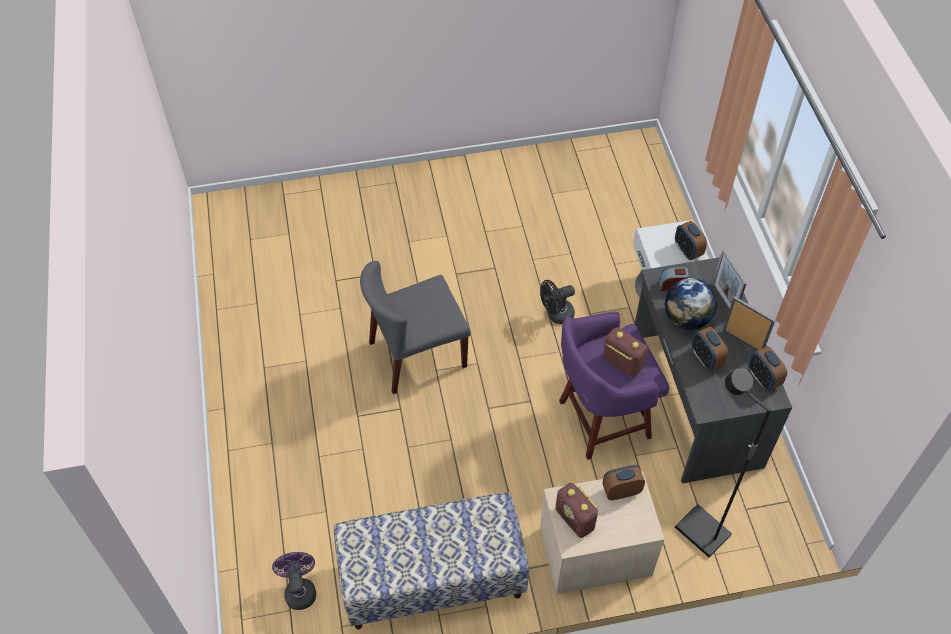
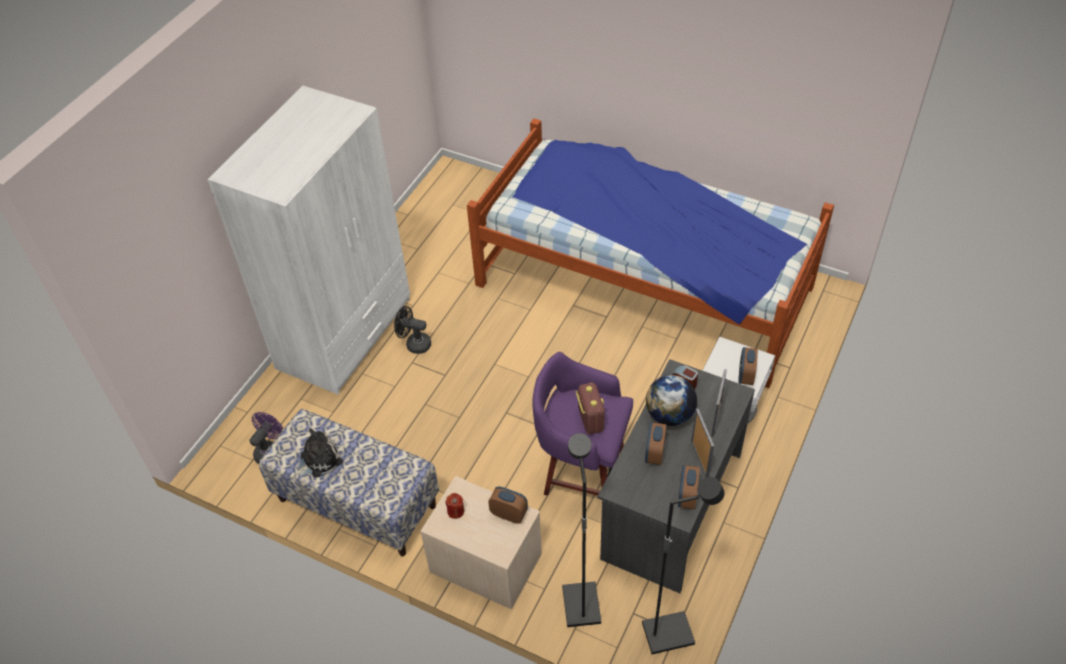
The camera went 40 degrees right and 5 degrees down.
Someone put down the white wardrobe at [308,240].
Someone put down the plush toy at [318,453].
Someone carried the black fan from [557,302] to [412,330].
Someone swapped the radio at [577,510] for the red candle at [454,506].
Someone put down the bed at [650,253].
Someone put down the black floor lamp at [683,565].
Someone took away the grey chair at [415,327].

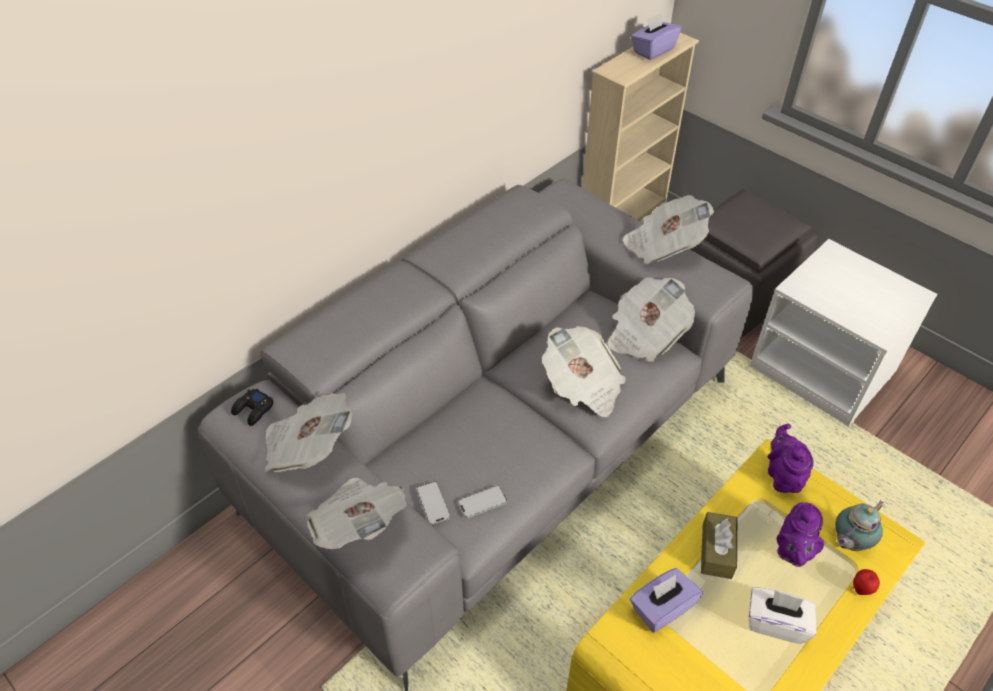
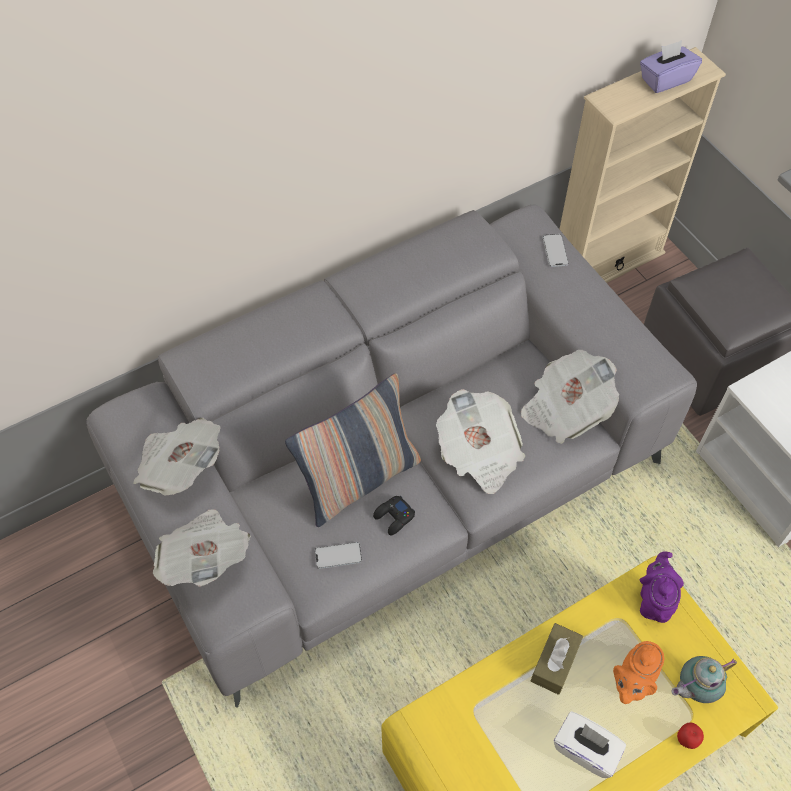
The camera went 15 degrees right and 10 degrees up.
Someone put down the pillow at [353,450].
Someone carried the black game controller from [252,407] to [394,515].
Someone carried the phone from [433,503] to [556,250].
Someone repainted the purple teapot at [800,534], which became the orange teapot at [638,672].
Someone took away the newspaper at [668,229].
Someone took away the purple tissue box at [666,600].

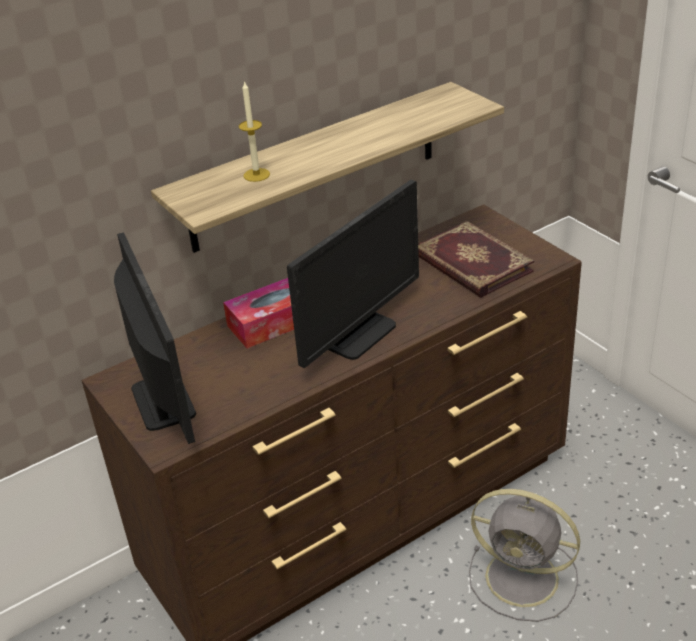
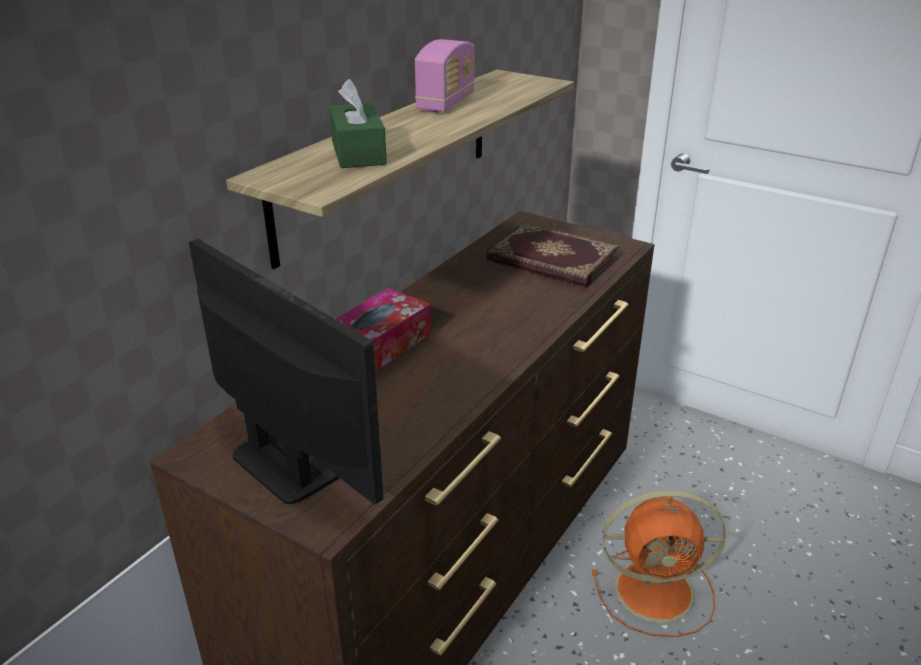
The camera went 25 degrees left and 5 degrees down.
Someone swapped the candle at [254,131] for the green tissue box at [358,123].
Someone put down the radio at [445,75].
Someone repainted the grey fan at [524,555], which became the orange fan at [659,563].
Someone took away the monitor at [353,274].

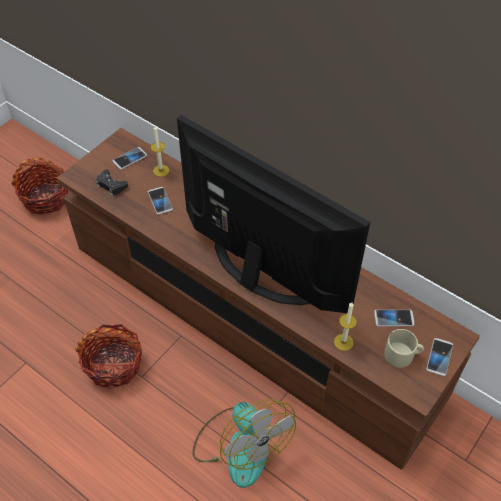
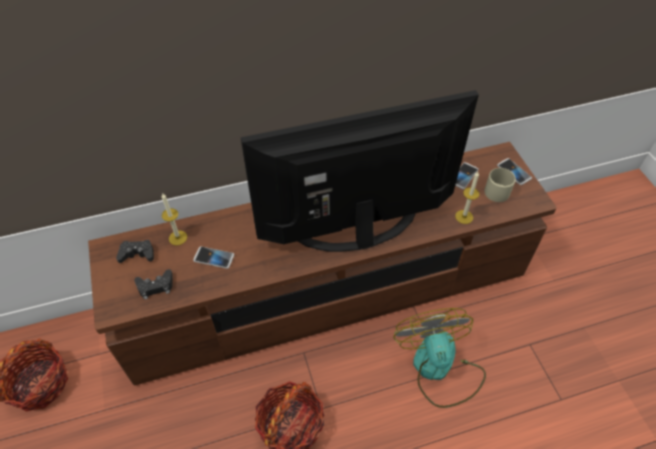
The camera went 55 degrees left and 0 degrees up.
Someone swapped the phone at [130,158] for the black game controller at [135,251].
Someone rotated the fan at [244,443] by 105 degrees counterclockwise.

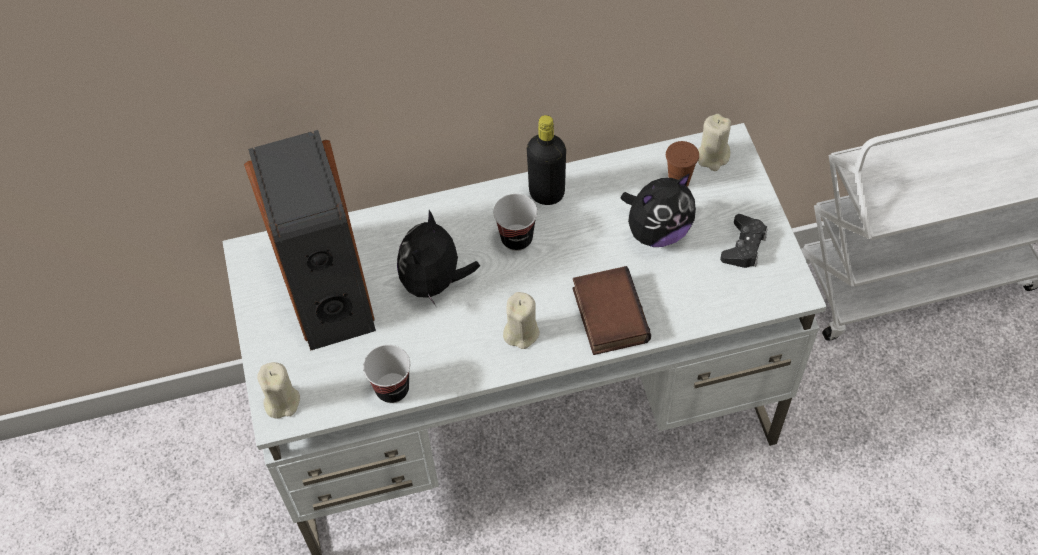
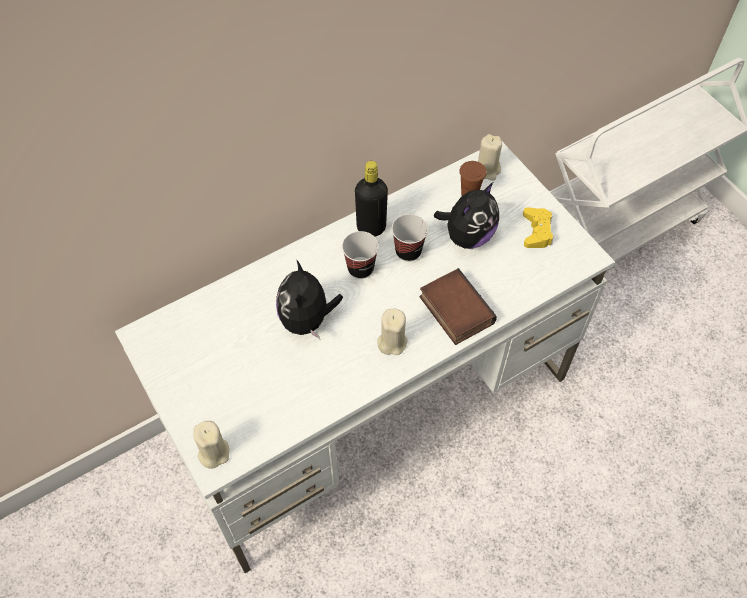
The camera went 20 degrees left and 0 degrees up.
Someone carried the cup from [386,374] to [410,238].
Someone repainted the black game controller at [743,241], which became the yellow game controller at [538,227].
Someone took away the speaker at [310,240].

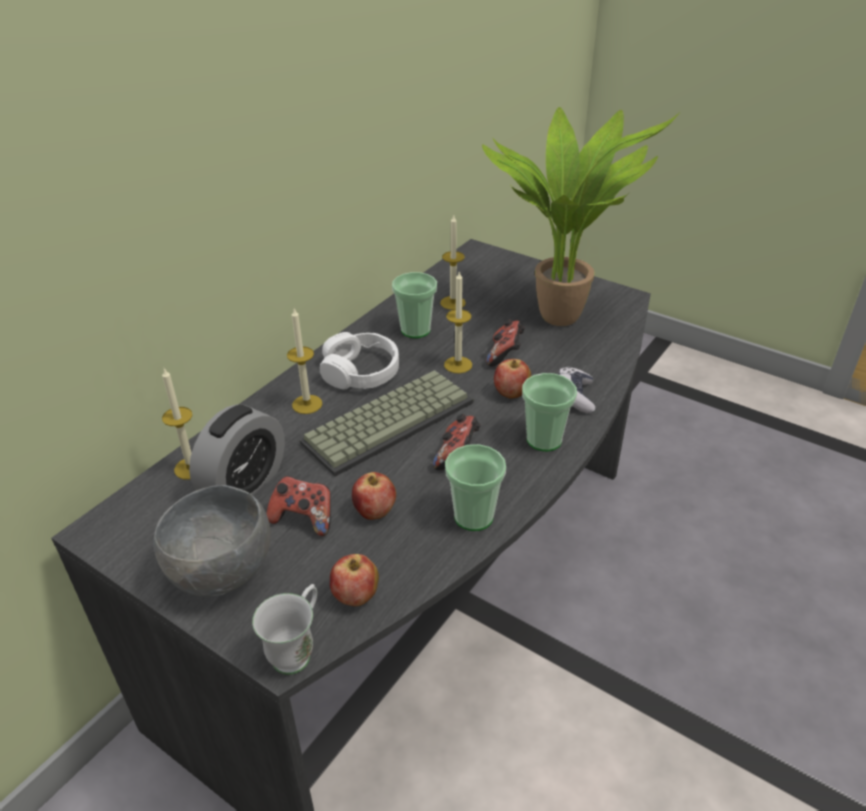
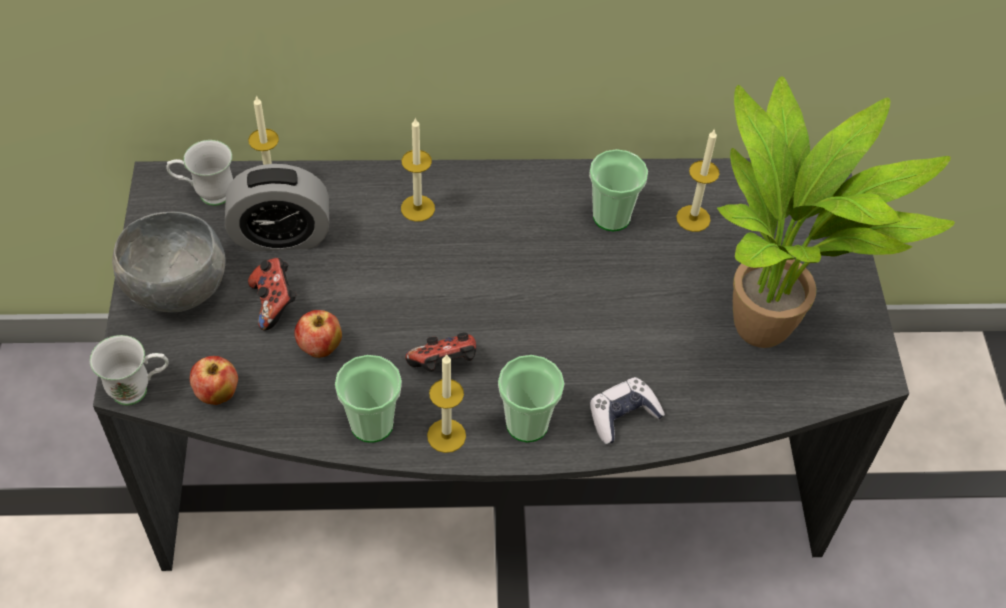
The camera went 50 degrees right and 15 degrees up.
Someone put down the white mug at [199,173].
Someone carried the candle from [458,322] to [446,403].
Someone took away the keyboard at [387,423].
Someone took away the white headphones at [359,360].
Someone took away the game controller at [505,342].
Someone took away the apple at [512,379].

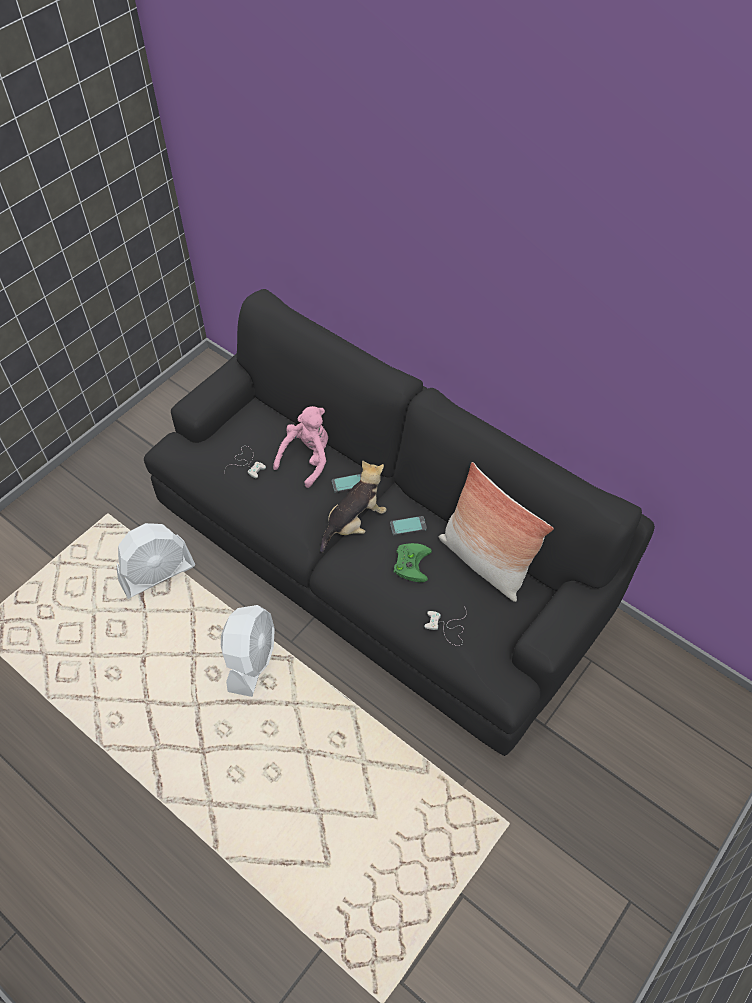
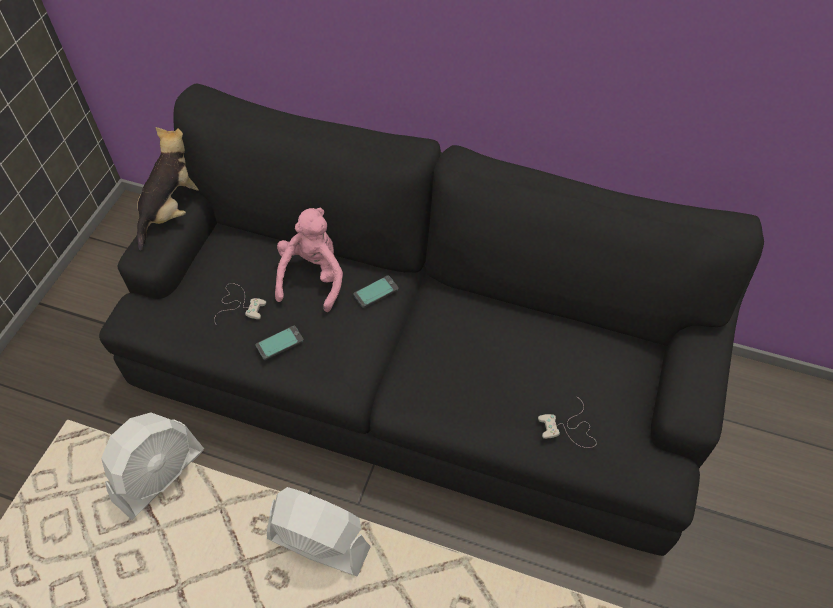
The camera went 20 degrees left and 0 degrees up.
Someone carried the plush toy from [353,507] to [168,189].
Someone carried the phone from [408,526] to [280,343].
Someone rotated the white fan at [248,651] by 60 degrees counterclockwise.
Someone took away the green game controller at [413,562].
Someone took away the pillow at [496,532].

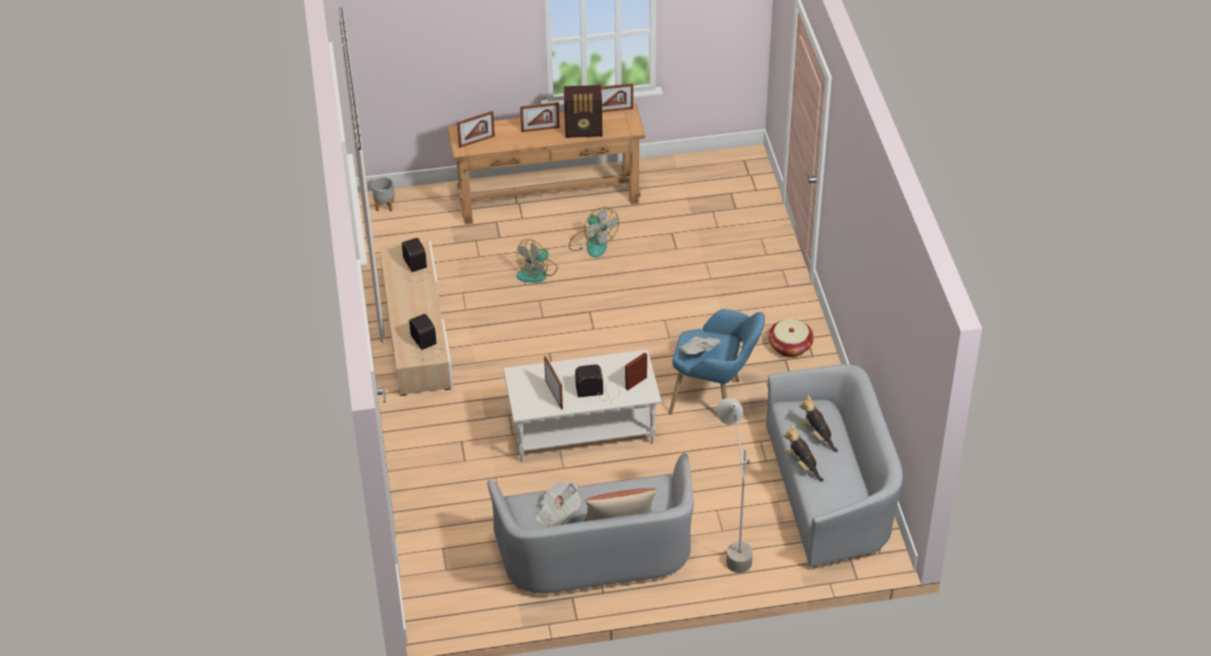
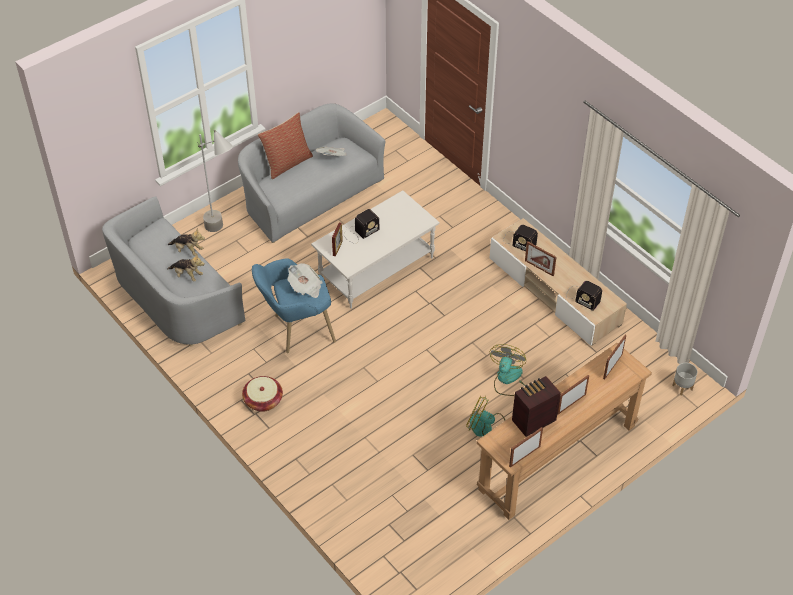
The camera went 150 degrees right and 5 degrees up.
Someone carried the picture frame from [553,382] to [541,258].

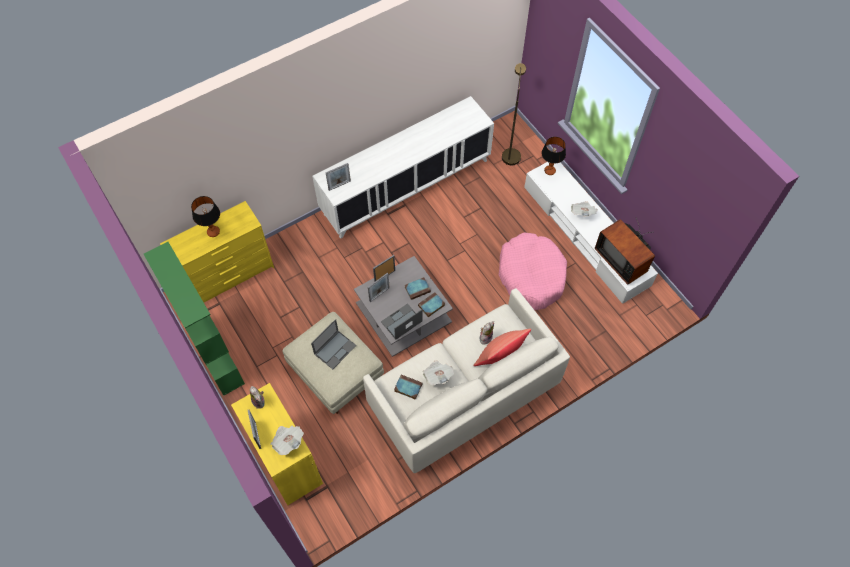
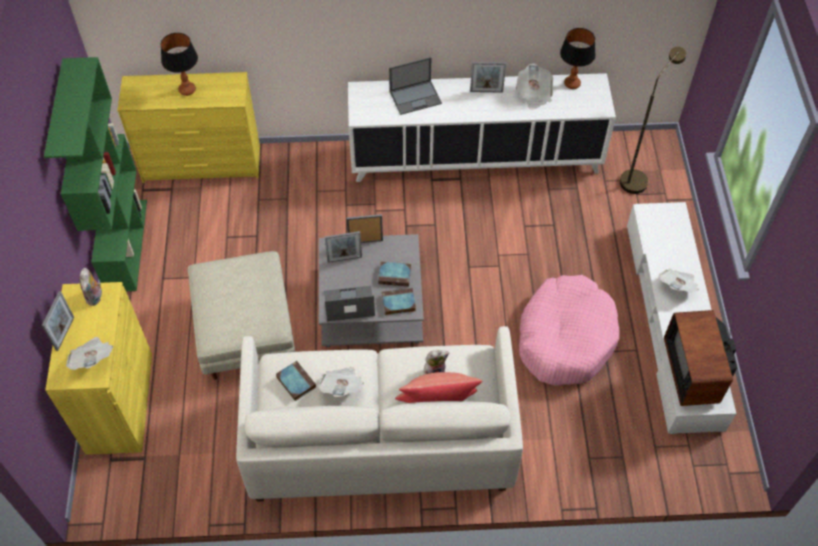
The camera went 30 degrees right and 5 degrees down.
Someone carried the laptop from [333,344] to [415,86].
Someone carried the picture frame from [338,177] to [488,77].
Someone put down the newspaper at [534,87].
Someone carried the table lamp from [553,156] to [578,58].

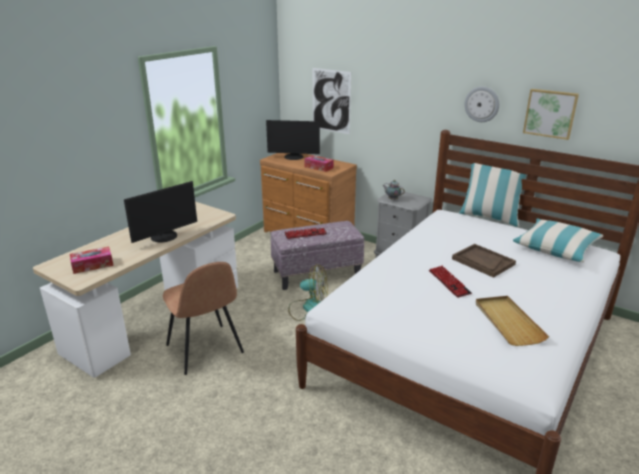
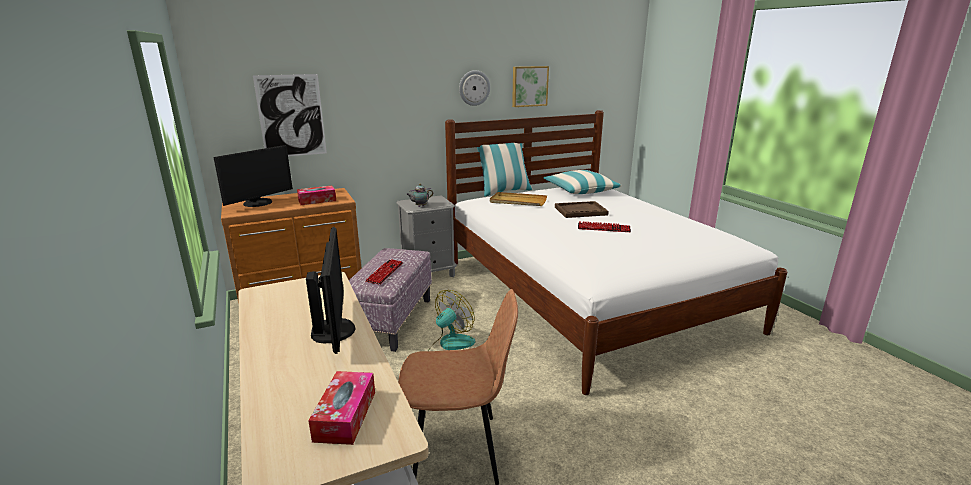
The camera went 60 degrees left and 5 degrees down.
Someone carried the beige tray from [512,321] to [518,199].

